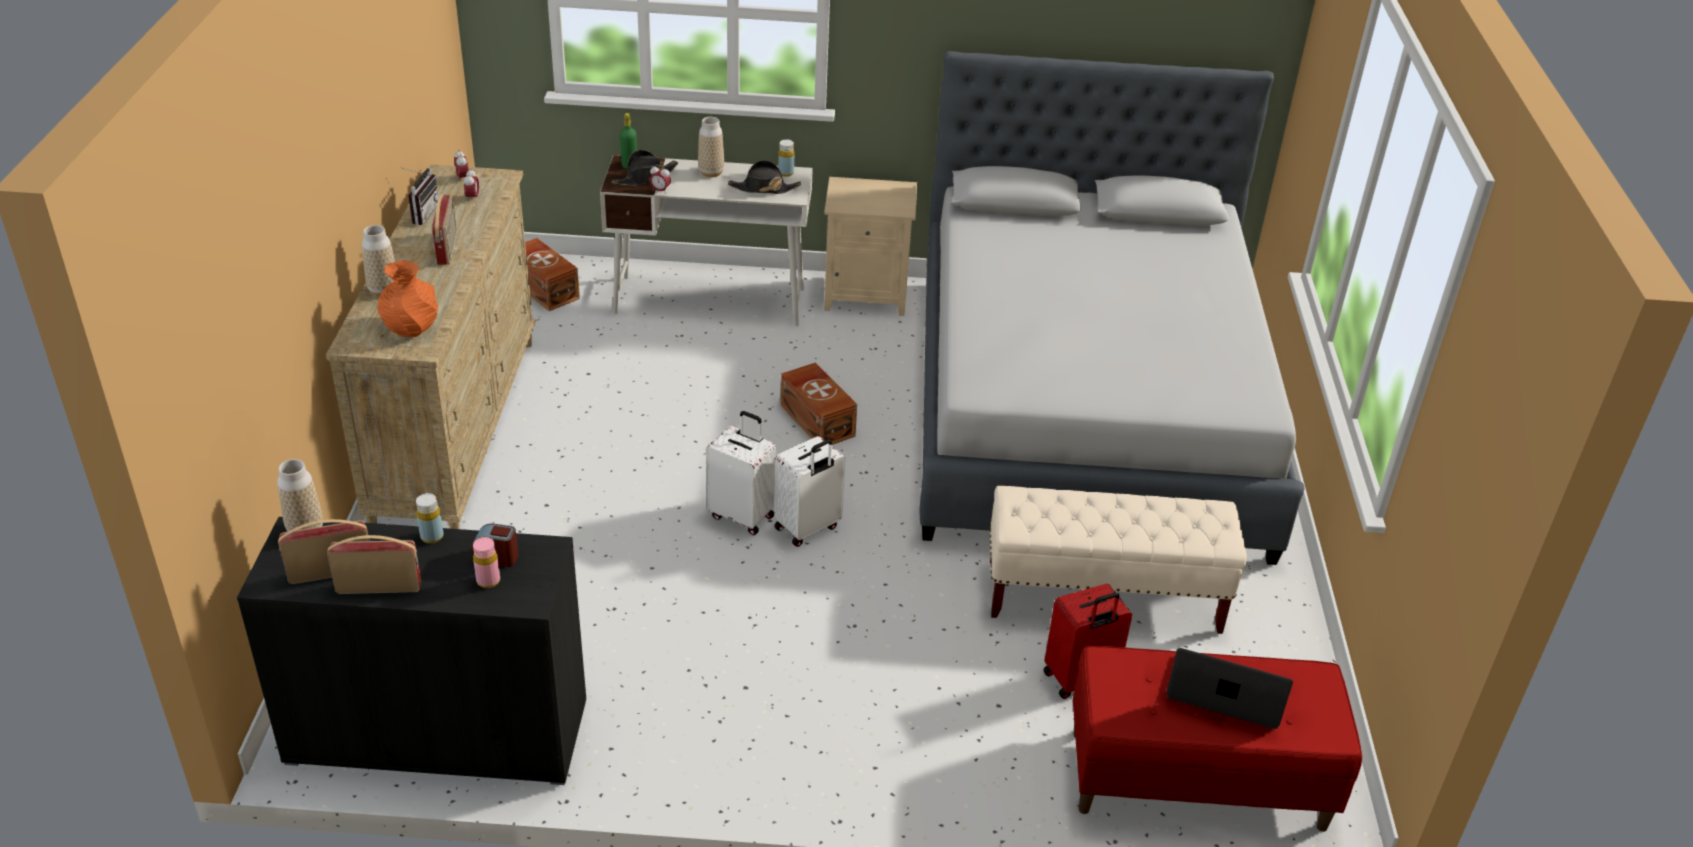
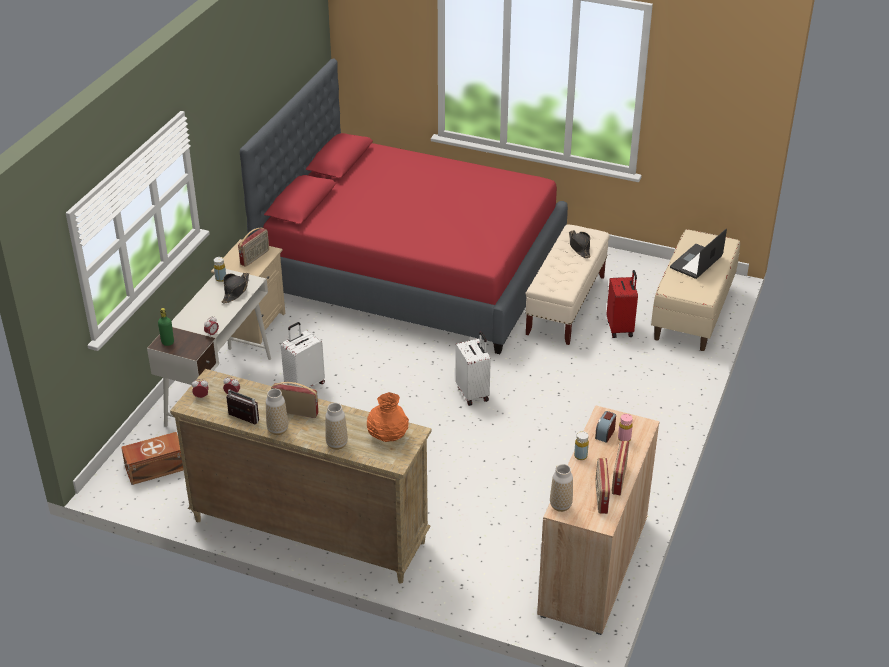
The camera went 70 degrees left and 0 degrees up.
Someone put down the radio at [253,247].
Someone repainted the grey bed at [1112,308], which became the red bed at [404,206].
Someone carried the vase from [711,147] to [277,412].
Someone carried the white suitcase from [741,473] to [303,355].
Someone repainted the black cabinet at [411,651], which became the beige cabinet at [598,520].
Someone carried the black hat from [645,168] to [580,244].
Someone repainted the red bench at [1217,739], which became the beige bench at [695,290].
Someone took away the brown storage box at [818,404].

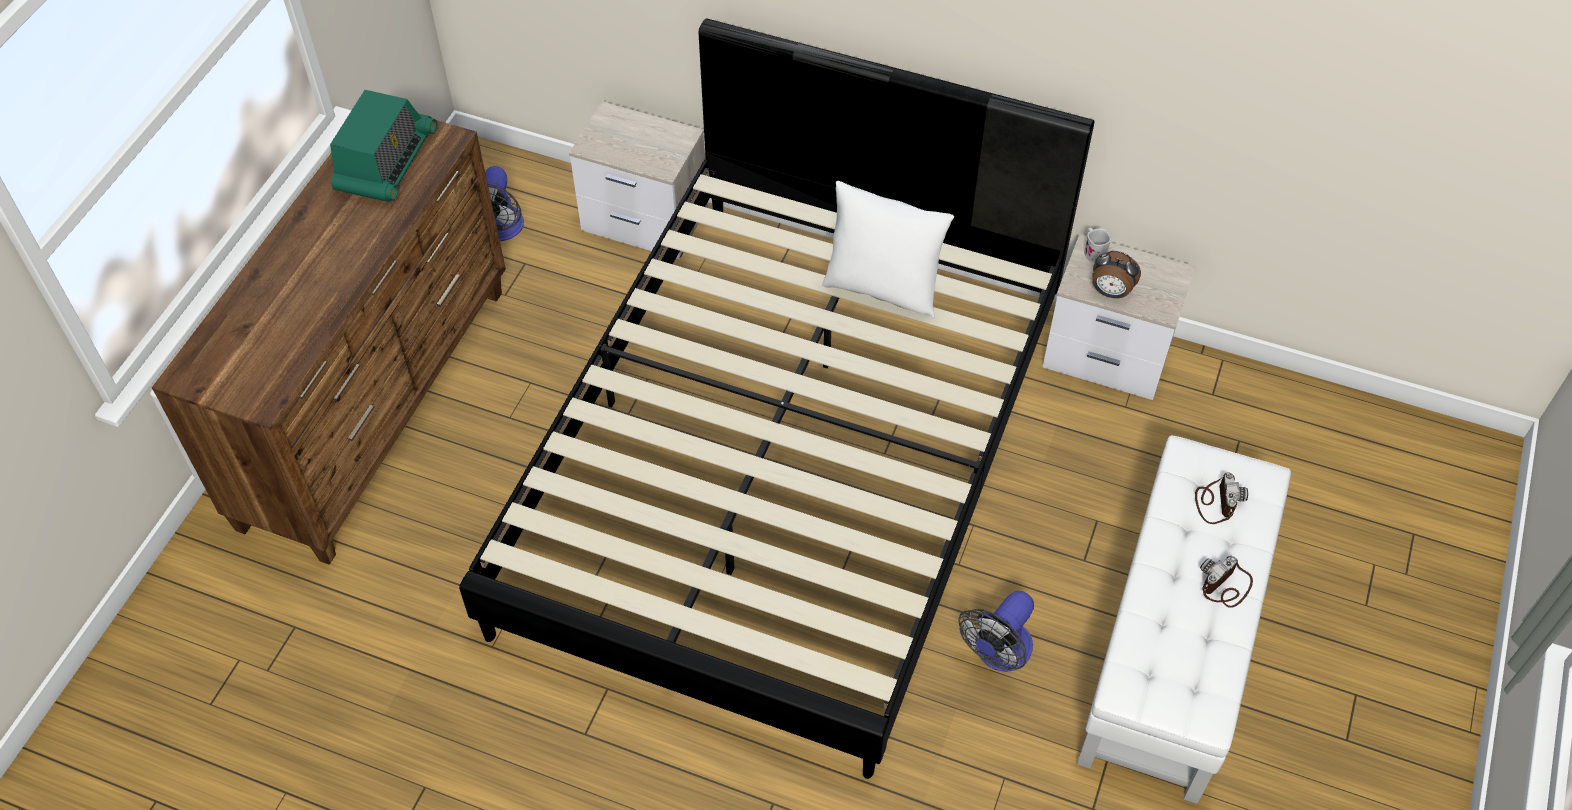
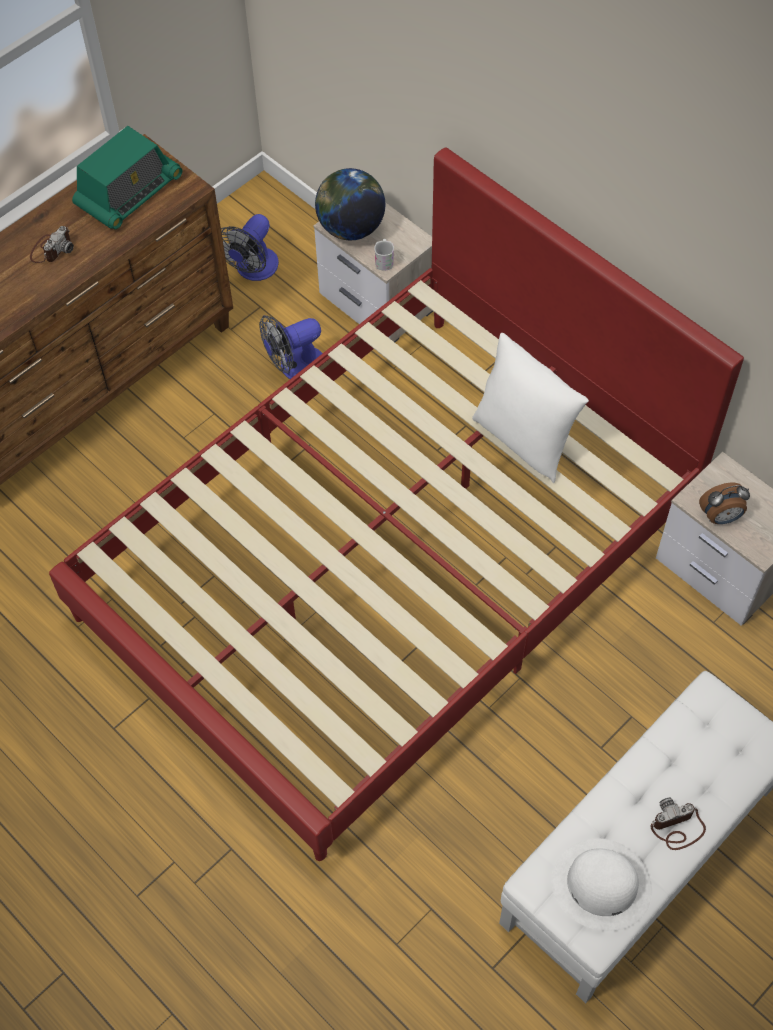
The camera went 25 degrees right and 5 degrees up.
Someone carried the photo camera from [1221,498] to [52,244].
Someone repainted the black bed at [776,398], which became the red bed at [396,504].
Someone carried the fan from [996,631] to [291,347].
Someone put down the globe at [350,204].
Someone carried the white mug from [1097,245] to [384,254].
Someone put down the white hat at [601,885].
Someone rotated the alarm clock at [1116,274] by 60 degrees counterclockwise.

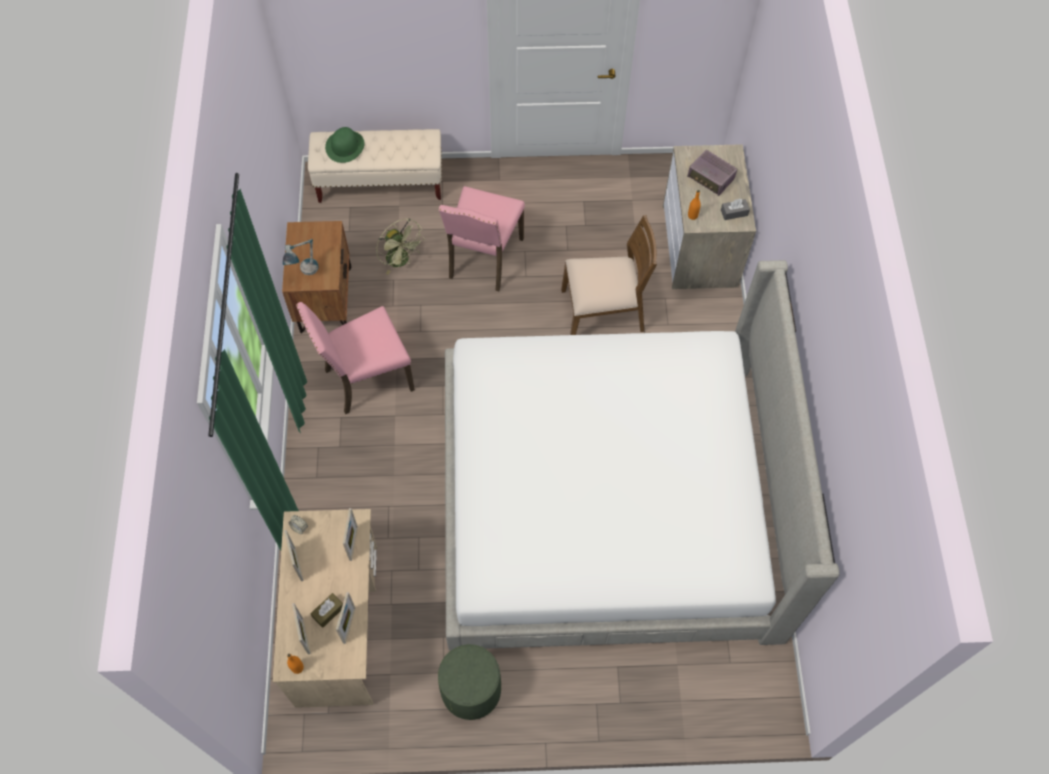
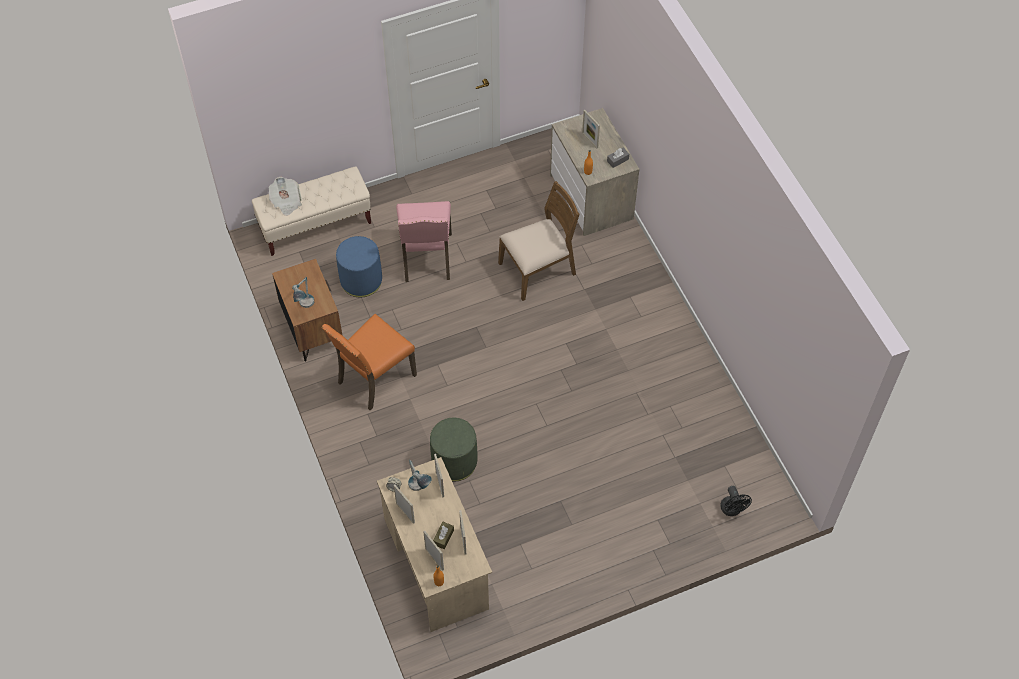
The camera went 20 degrees left and 5 degrees down.
Someone swapped the green hat at [345,145] for the newspaper at [285,196].
Someone repainted the pink chair at [355,358], which became the orange chair at [369,362].
Someone swapped the green fan at [400,246] for the blue ottoman at [359,266].
Someone put down the table lamp at [420,475].
Someone carried the green ottoman from [469,682] to [453,449].
Someone swapped the radio at [712,173] for the picture frame at [591,129].
Someone put down the black fan at [736,501].
Someone took away the bed at [642,455].

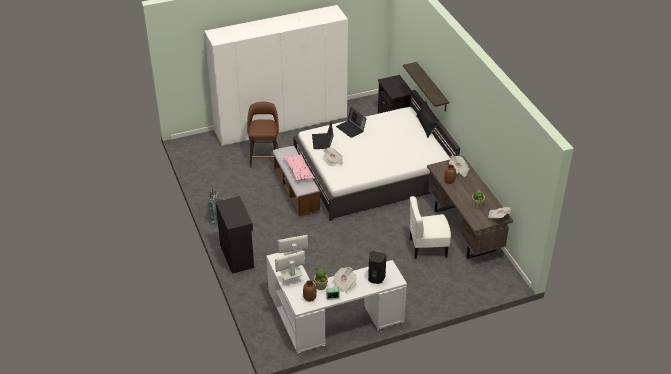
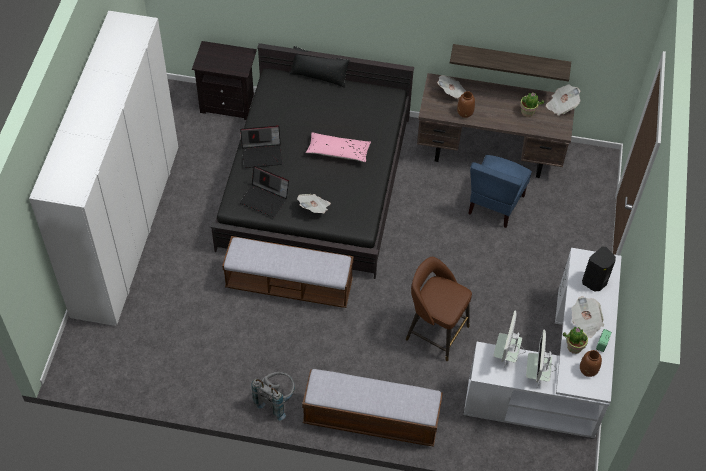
The camera went 60 degrees left and 15 degrees up.
Someone repainted the white bed at [376,155], which became the black bed at [312,161].
Someone swapped the black cabinet at [235,235] for the bench at [372,408].
Someone carried the pink pillow from [299,168] to [338,147].
Someone carried the brown stool from [263,135] to [439,309].
Someone carried the shelf from [426,87] to [510,63].
Someone repainted the white chair at [430,227], which became the blue chair at [500,191].

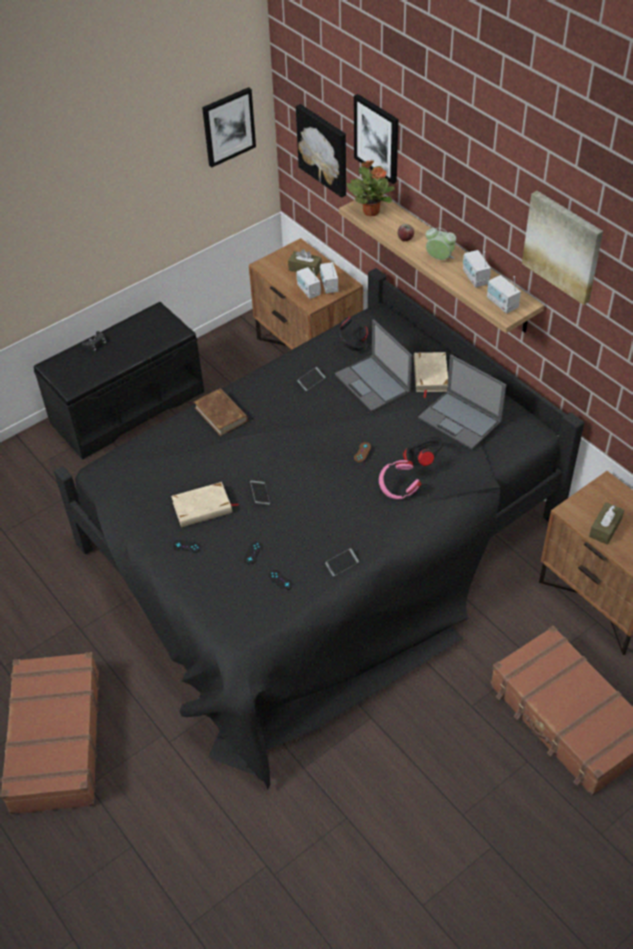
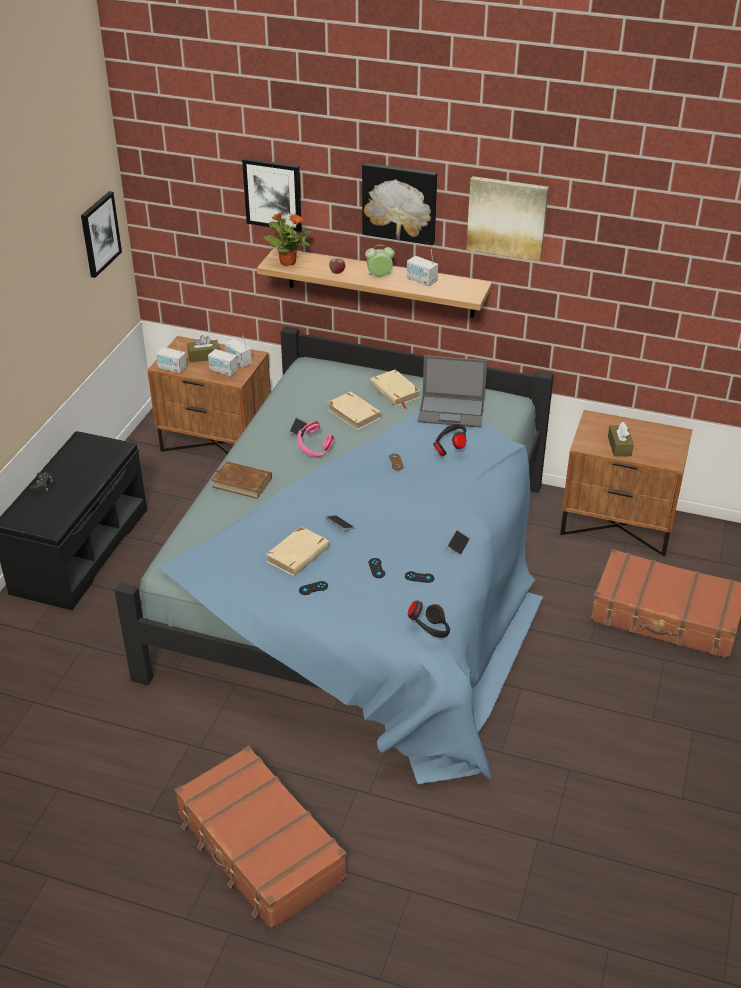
The camera went 35 degrees left and 10 degrees down.
Someone repainted the black bed at [319,529], which became the blue bed at [334,555].
Someone carried the radio from [504,294] to [171,357].
Someone carried the pink headphones from [400,479] to [315,439].
Someone swapped the laptop at [373,365] for the beige book at [354,410].
Someone carried the picture from [321,151] to [399,204].
Someone carried the black headphones from [353,333] to [429,619].

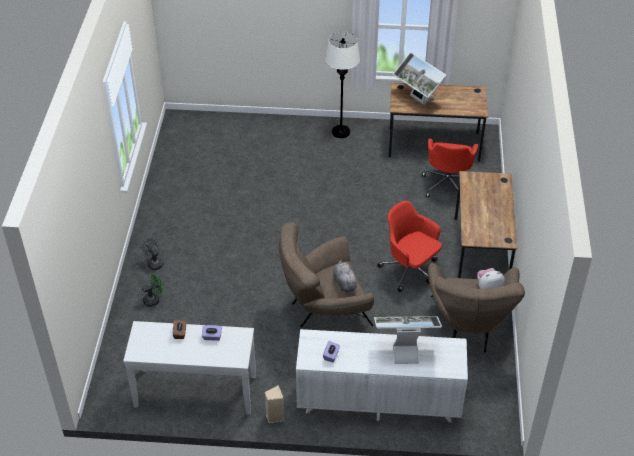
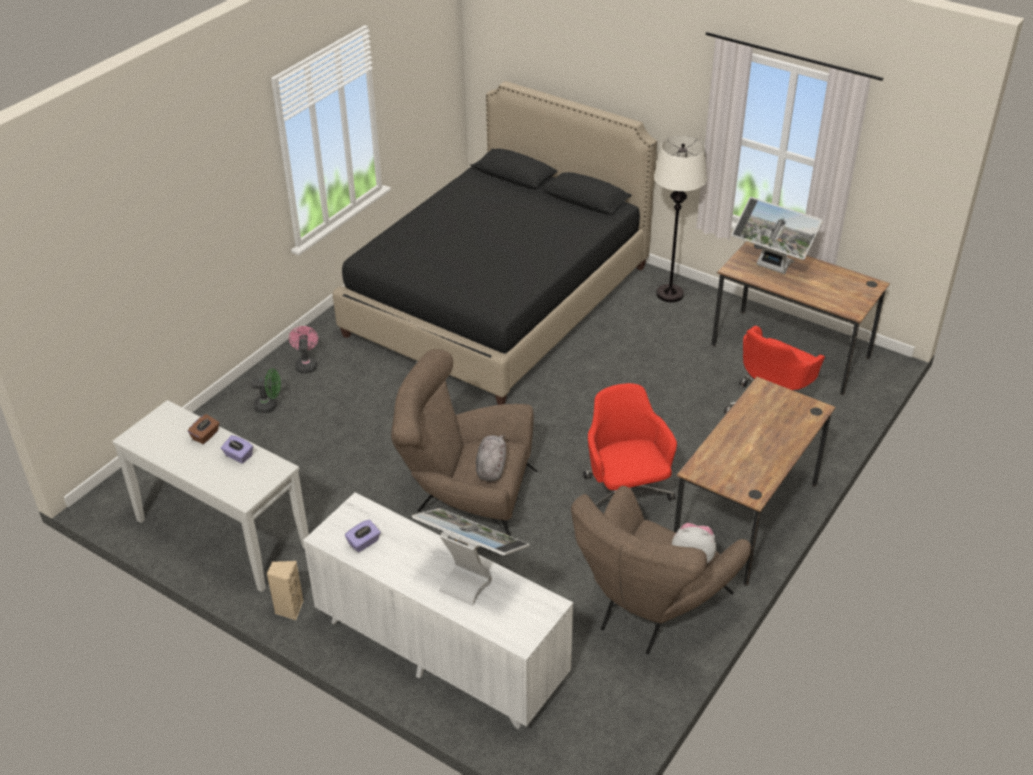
The camera went 30 degrees right and 5 degrees down.
Someone repainted the grey fan at [151,254], which became the pink fan at [303,349].
Someone put down the black bed at [495,243].
Someone rotated the monitor at [419,78] by 45 degrees counterclockwise.

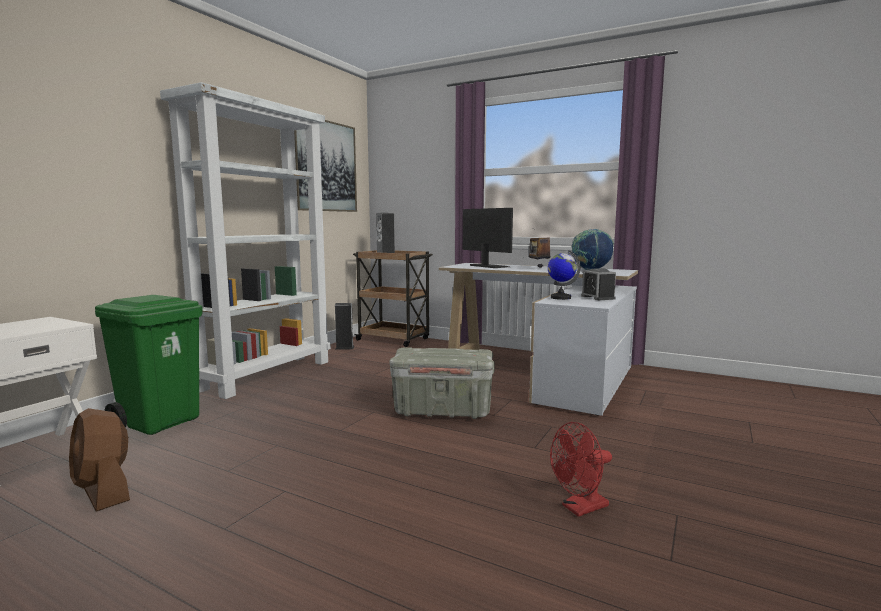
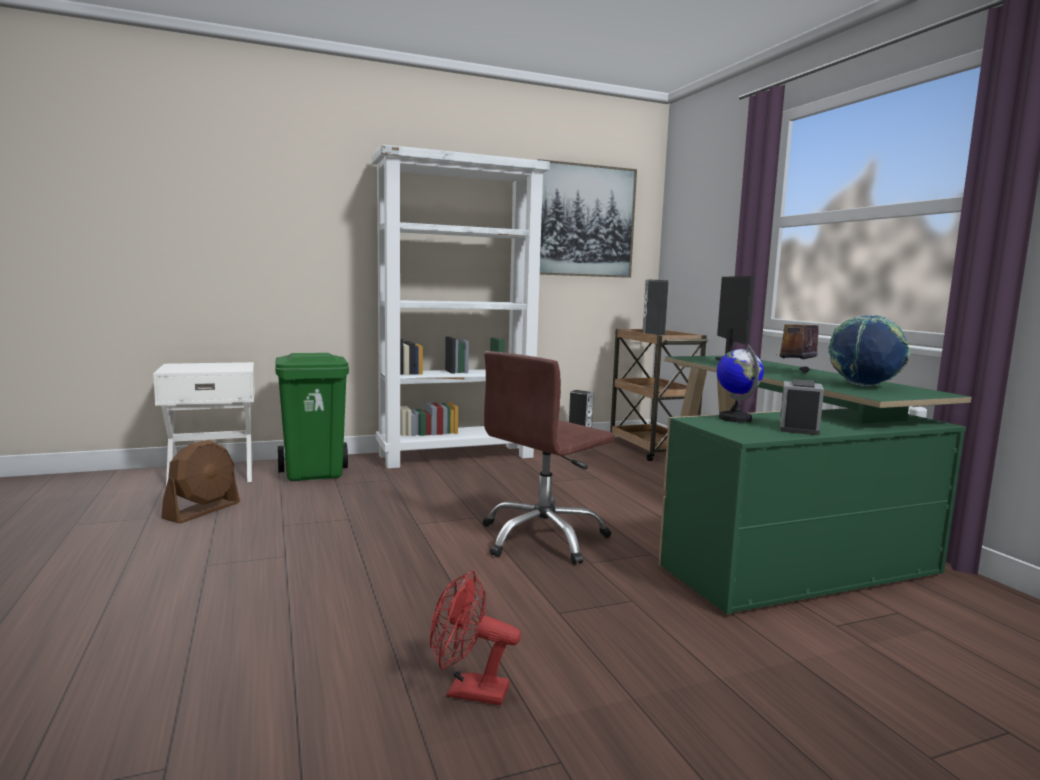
The camera went 40 degrees right and 0 degrees up.
Someone rotated the brown fan at [99,460] by 150 degrees counterclockwise.
Someone swapped the grey storage box at [442,383] for the brown office chair at [548,458].
Someone repainted the white desk at [538,339], which became the green desk at [815,485].

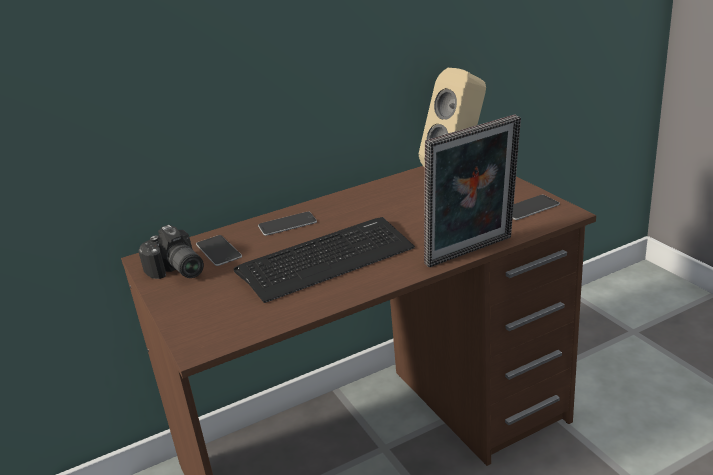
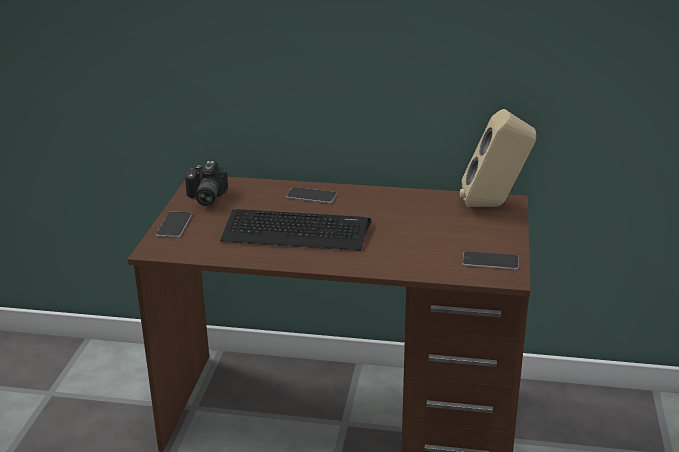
The camera went 35 degrees right and 0 degrees up.
Someone carried the phone from [219,250] to [174,224].
Someone took away the picture frame at [472,190].

